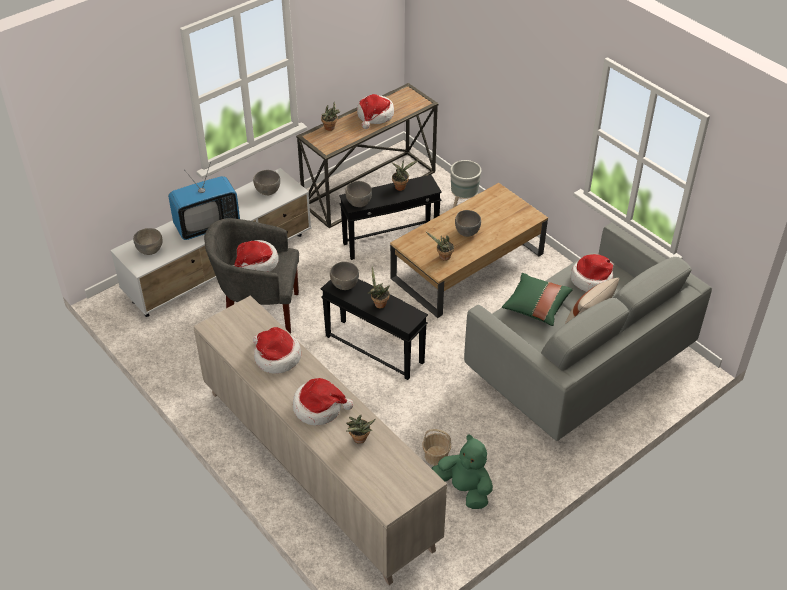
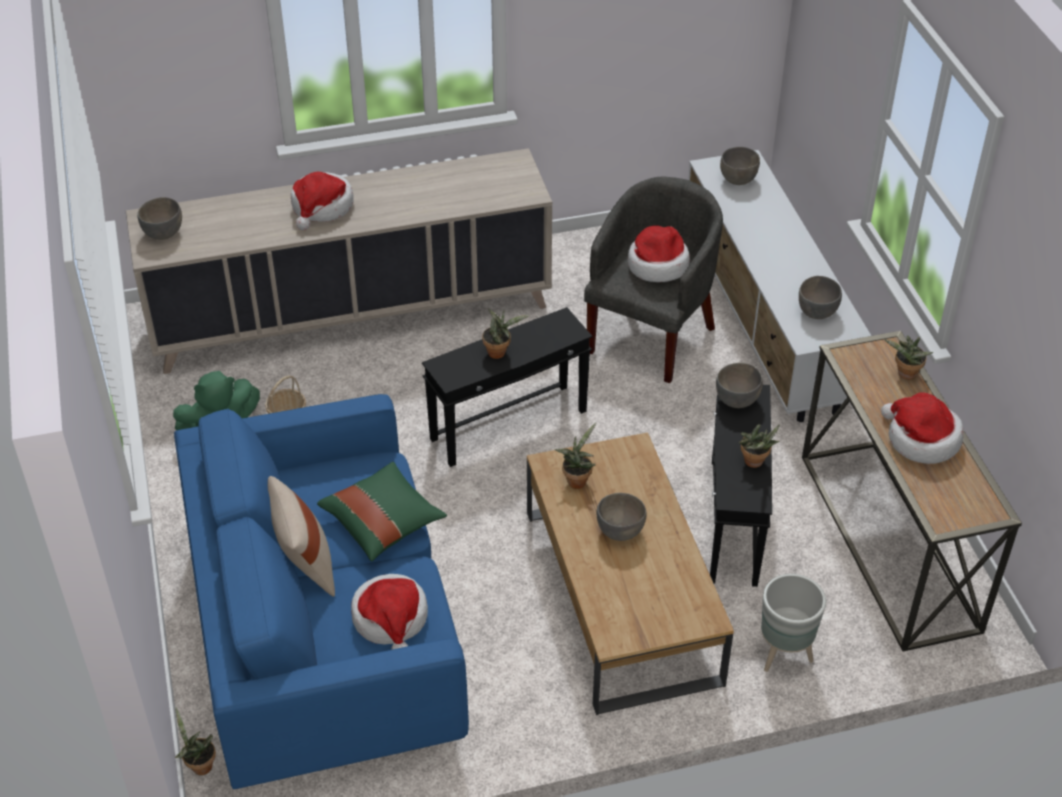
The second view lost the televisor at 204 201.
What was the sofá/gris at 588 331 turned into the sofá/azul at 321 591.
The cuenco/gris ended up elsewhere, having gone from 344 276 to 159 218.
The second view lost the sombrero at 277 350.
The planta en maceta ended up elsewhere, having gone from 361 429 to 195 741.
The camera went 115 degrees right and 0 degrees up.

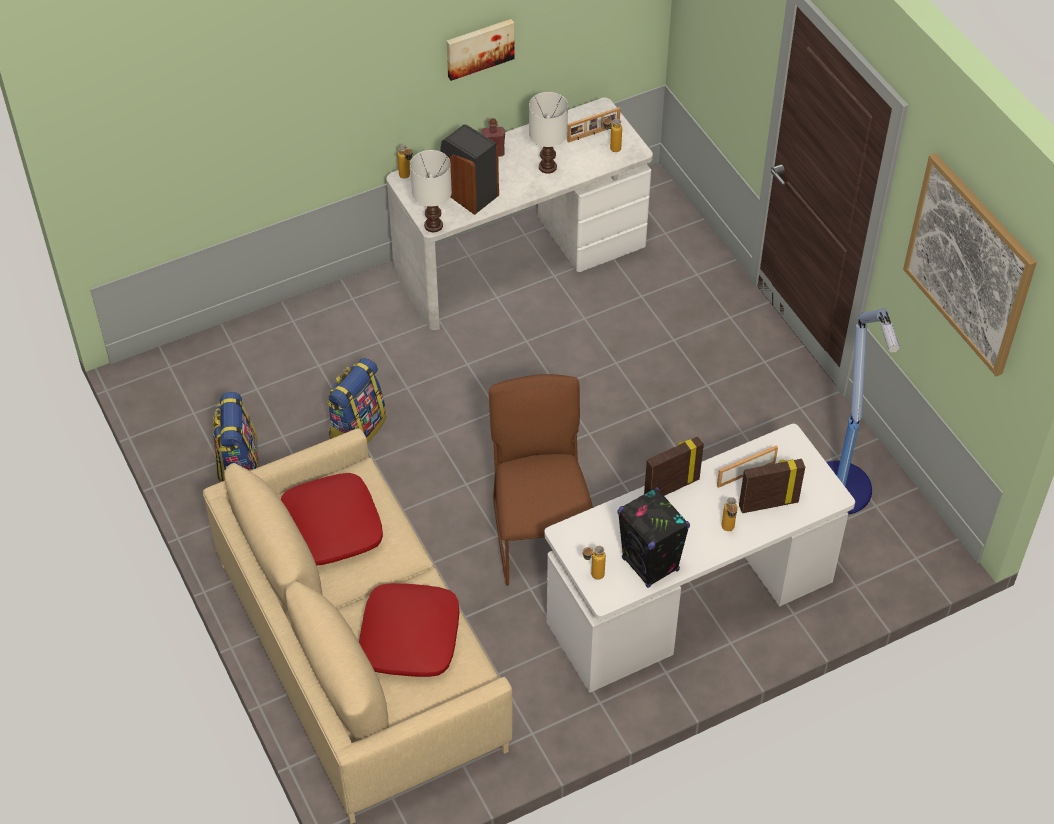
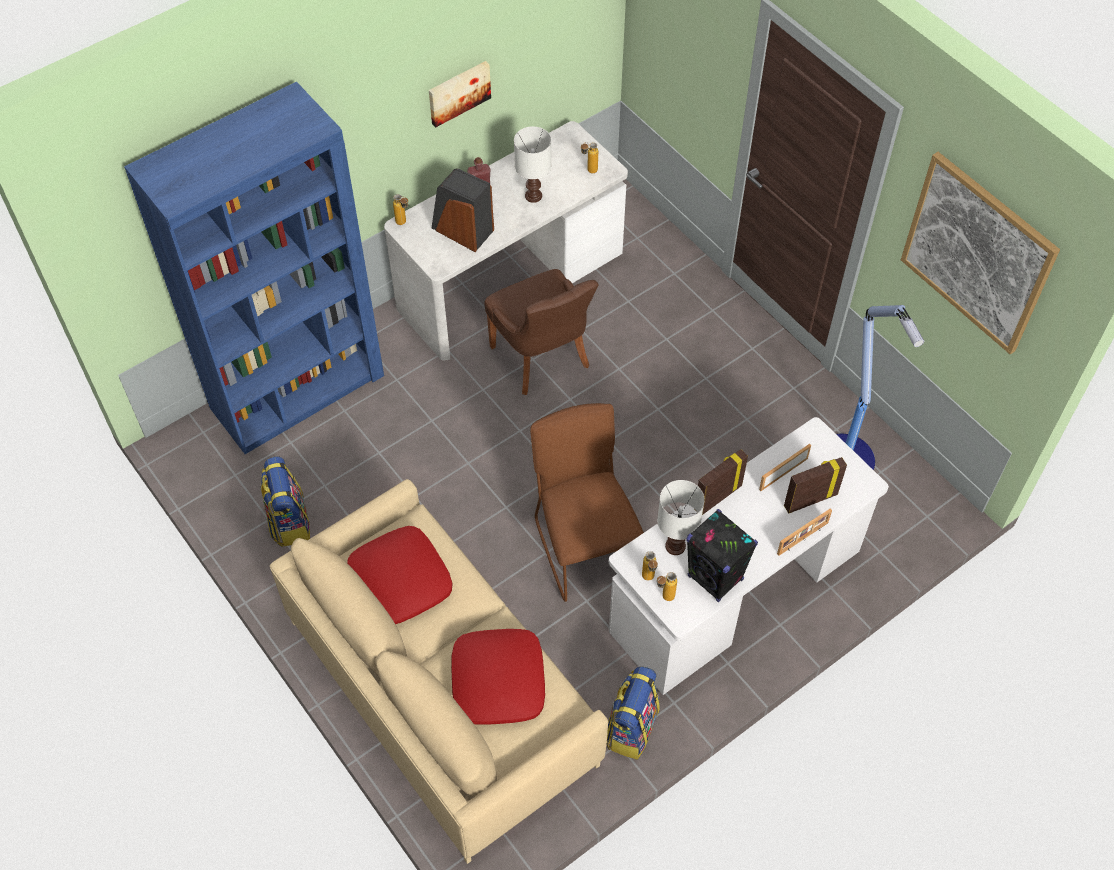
The portarretratos ended up elsewhere, having gone from 593 125 to 804 532.
The lámpara de mesa/blanco ended up elsewhere, having gone from 431 191 to 680 517.
The mochila ended up elsewhere, having gone from 356 401 to 633 713.
The botella ended up elsewhere, having gone from 729 514 to 650 566.
The second view gained the estantería/azul at 254 268.
The second view gained the silla/marrón at 541 332.
The camera went 10 degrees left and 5 degrees up.

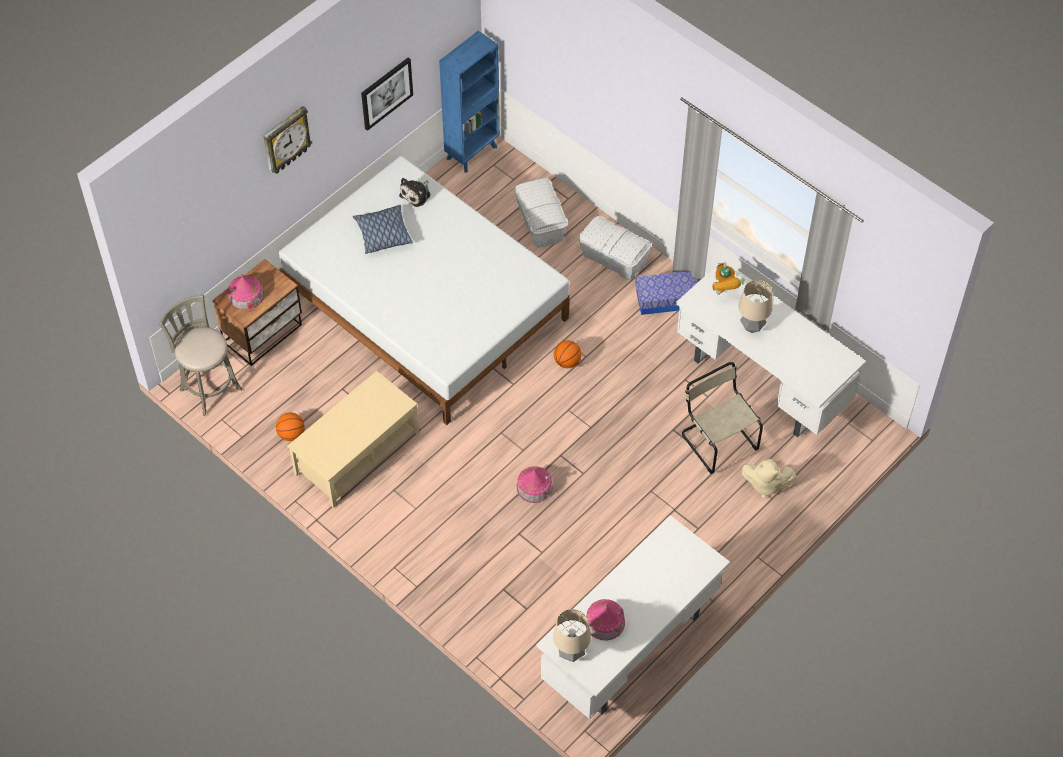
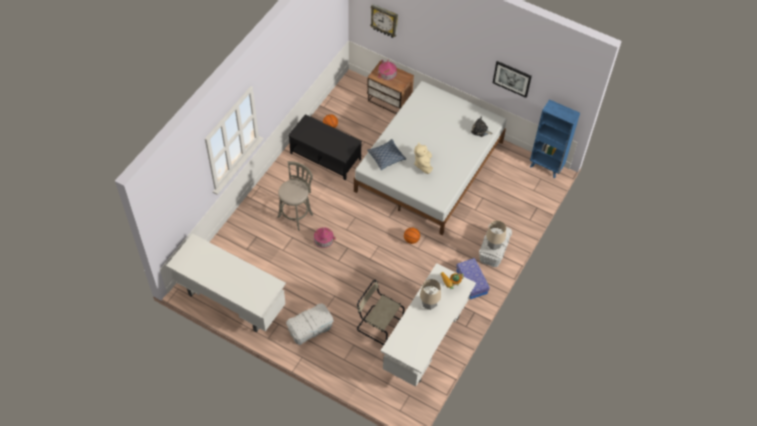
The reloj de pared ended up elsewhere, having gone from 287 140 to 384 21.
The caja de almacenaje/blanco ended up elsewhere, having gone from 541 212 to 310 324.
The cojín ended up elsewhere, having gone from 383 229 to 386 154.
The taburete/gris ended up elsewhere, having gone from 200 355 to 295 196.
The silla/beis at 722 418 ended up facing another way, 105 degrees counterclockwise from before.
What was the mesa de centro/beis at 353 439 turned into the mesa de centro/negro at 325 147.
The peluche/beis ended up elsewhere, having gone from 769 478 to 423 158.
The second view lost the casita at 605 619.
The lámpara de mesa ended up elsewhere, having gone from 572 635 to 496 235.
The camera went 75 degrees right and 0 degrees up.

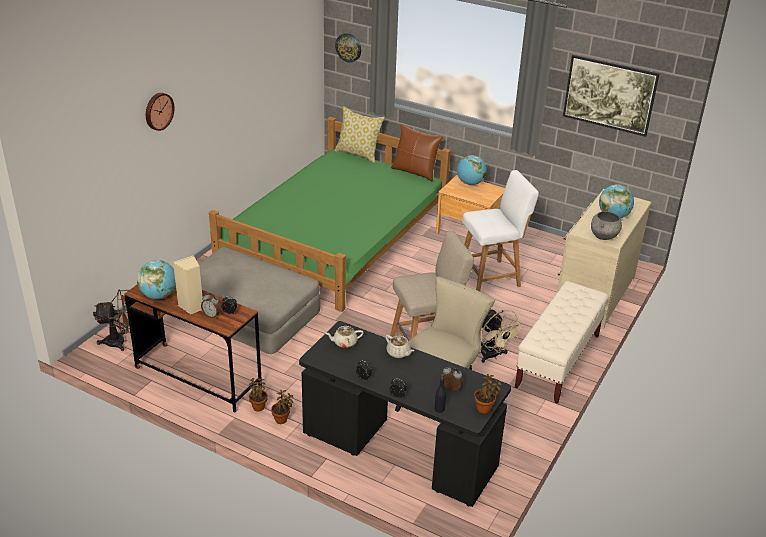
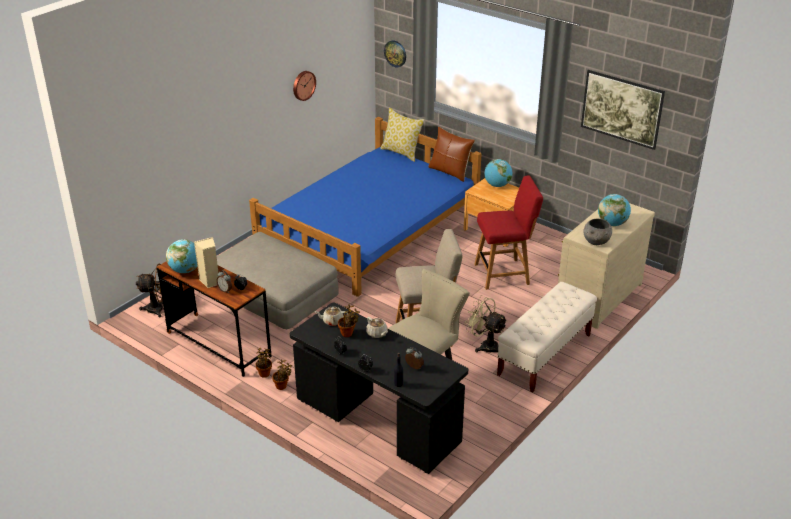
The reloj de pared ended up elsewhere, having gone from 160 112 to 304 86.
What was the cama/verde at 330 214 turned into the cama/azul at 365 207.
What was the silla/blanco at 500 230 turned into the silla/rojo at 508 233.
The ventilador/beis at 502 336 ended up facing another way, 150 degrees clockwise from before.
The planta en maceta ended up elsewhere, having gone from 488 394 to 349 320.
The camera went 10 degrees right and 0 degrees up.

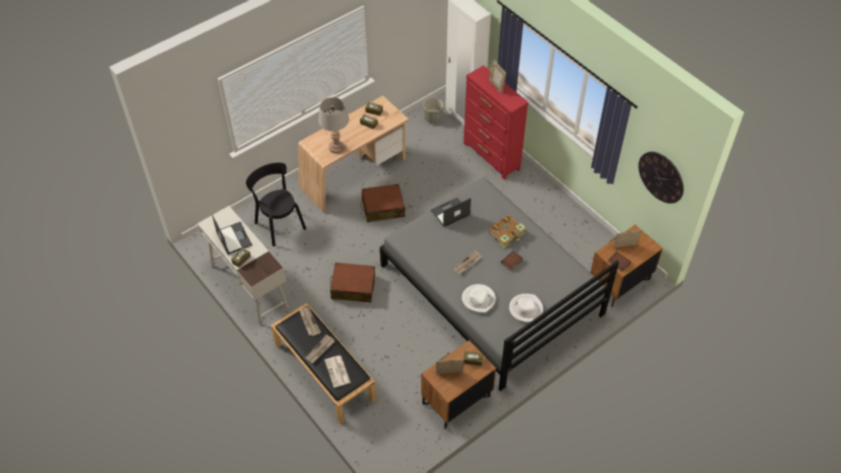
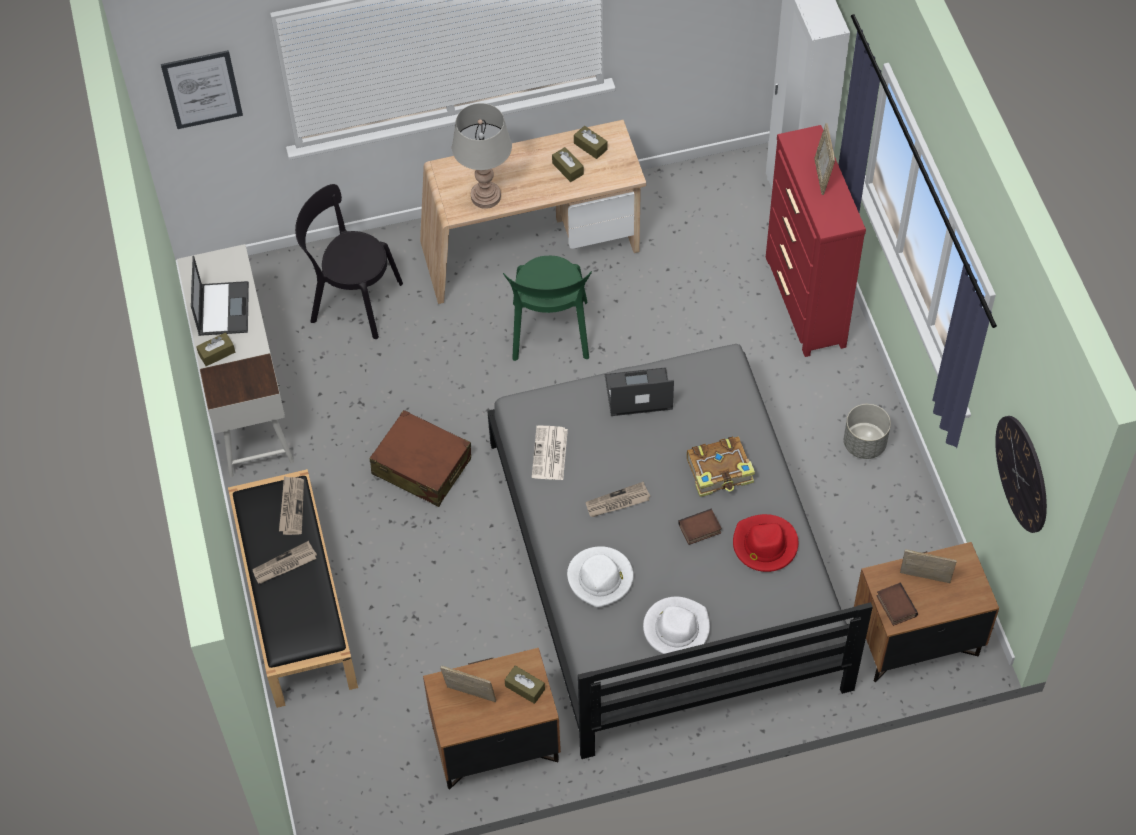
The maceta/gris ended up elsewhere, having gone from 433 110 to 867 431.
The silla/negro at 276 205 ended up facing another way, 60 degrees counterclockwise from before.
Where the maleta/marrón stood at 382 203, the silla/verde came to stand at 547 308.
The periódico ended up elsewhere, having gone from 338 371 to 550 452.
The second view gained the cuadro at 202 89.
The second view gained the sombrero/rojo at 765 543.
The camera went 25 degrees right and 5 degrees up.

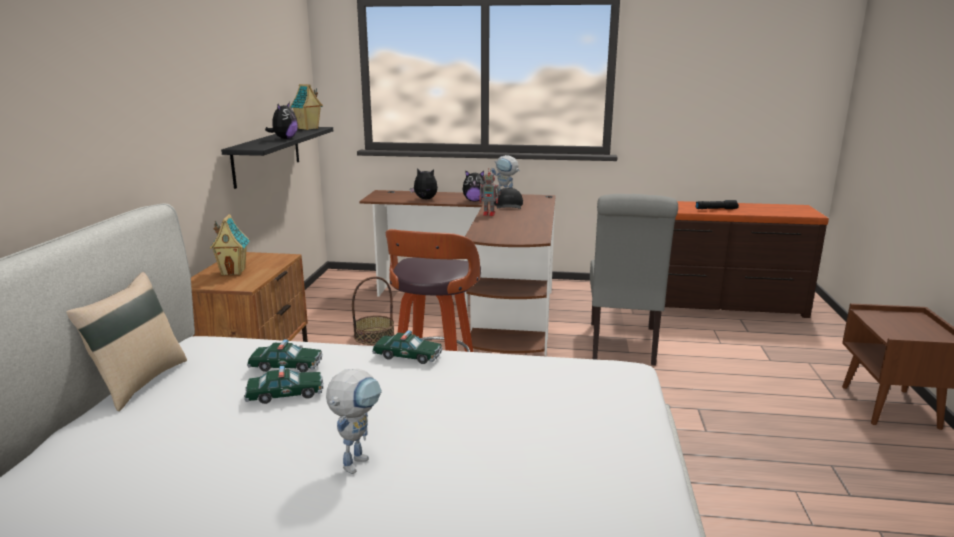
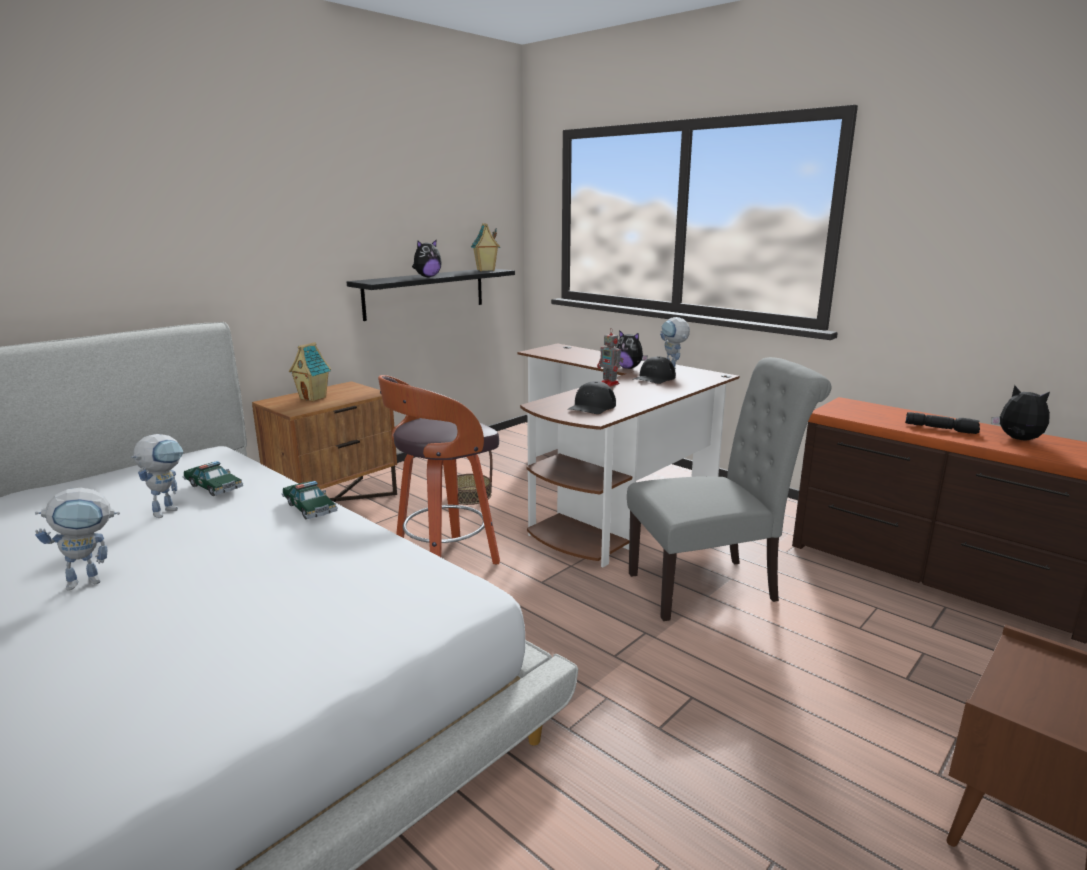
The peluche ended up elsewhere, having gone from 424 183 to 1021 413.
The silla/gris at 634 280 ended up facing another way, 150 degrees counterclockwise from before.
The second view lost the cojín/beis at 126 341.
Where the coche de juguete stood at 283 385, the robot de juguete came to stand at 157 476.
The second view gained the gorra/negro at 591 397.
The camera went 35 degrees right and 0 degrees up.

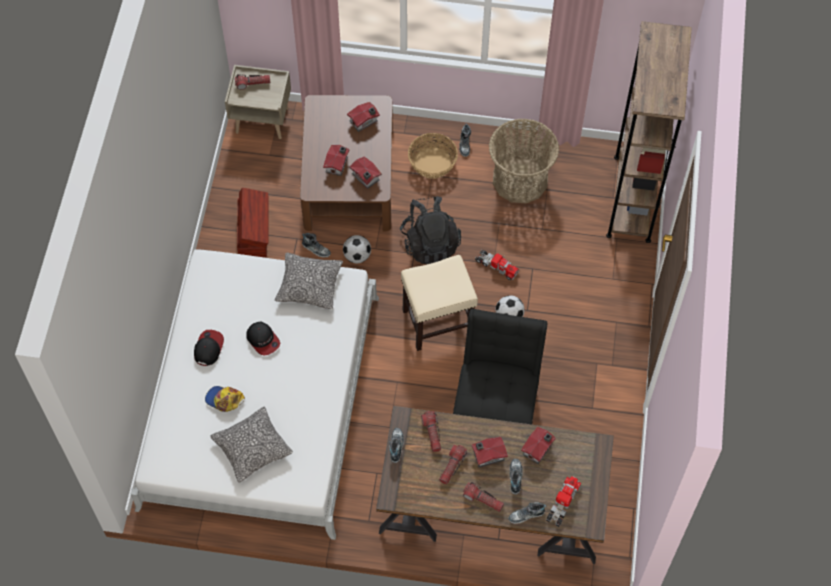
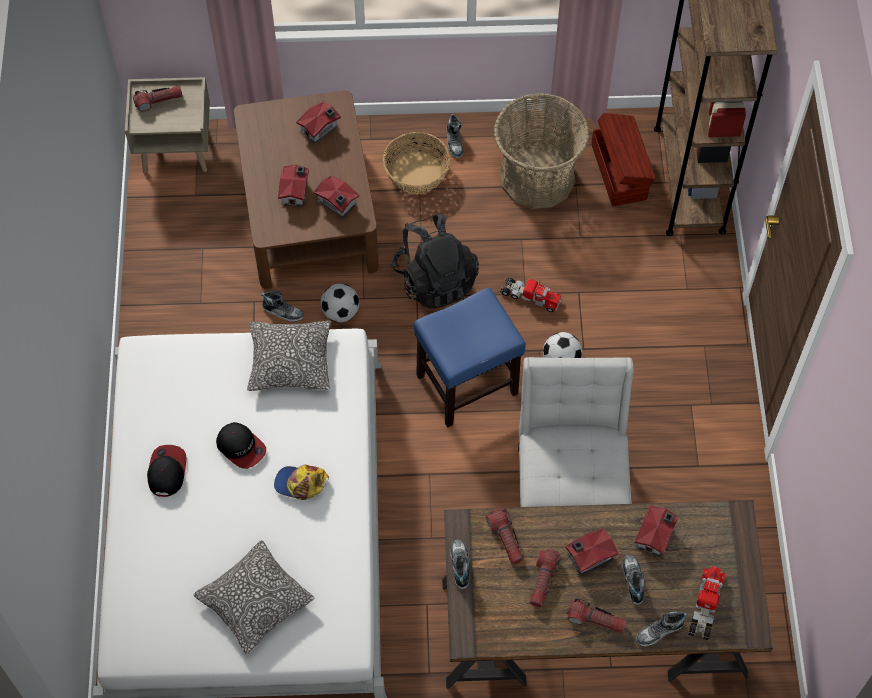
The caja de almacenaje/marrón ended up elsewhere, having gone from 252 222 to 623 159.
What was the taburete/beis at 439 303 turned into the taburete/azul at 470 357.
What was the silla/negro at 500 366 turned into the silla/blanco at 576 432.
The gorra ended up elsewhere, having gone from 225 399 to 301 482.
The camera went 10 degrees left and 0 degrees up.

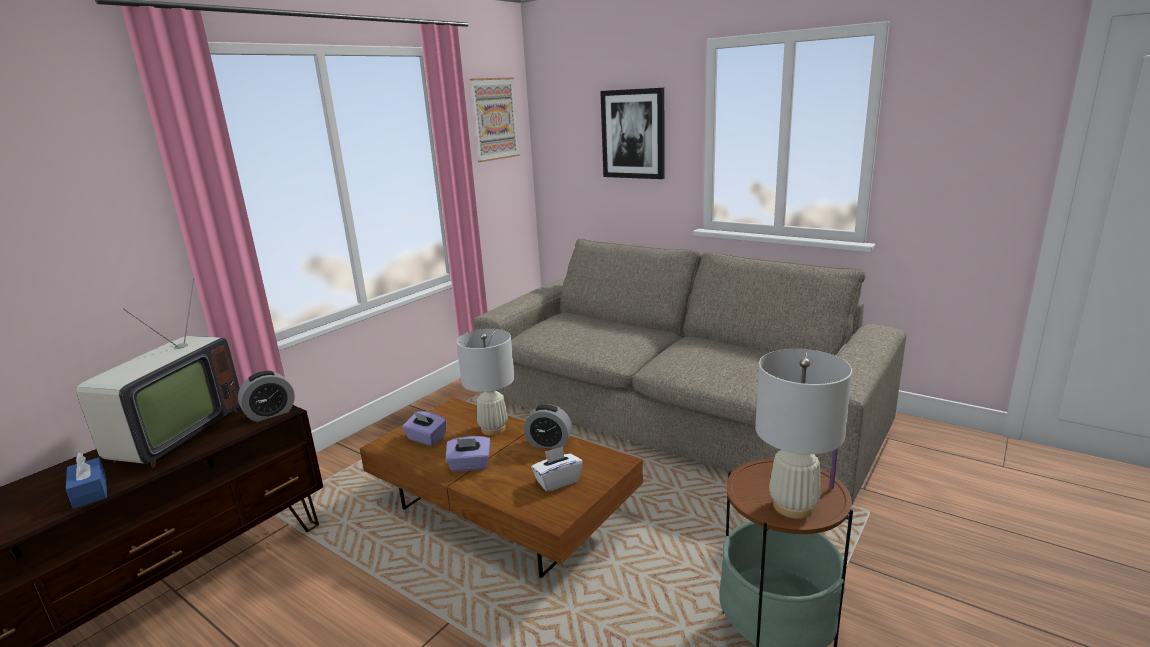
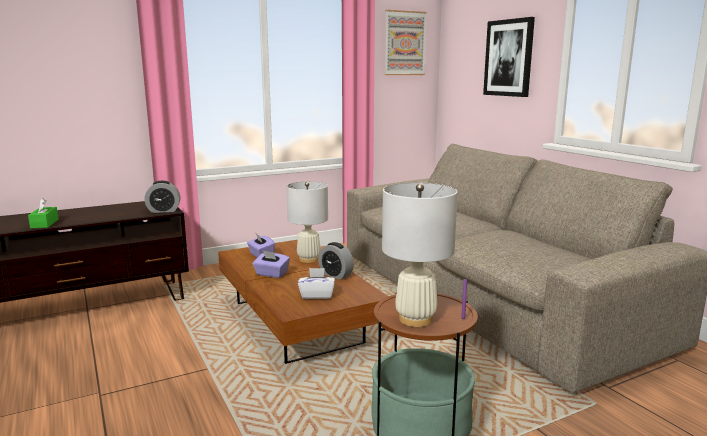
The second view lost the televisor at 158 372.
What was the caja de pañuelos/azul at 86 481 turned into the caja de pañuelos/verde at 43 213.
The camera went 25 degrees right and 5 degrees down.

